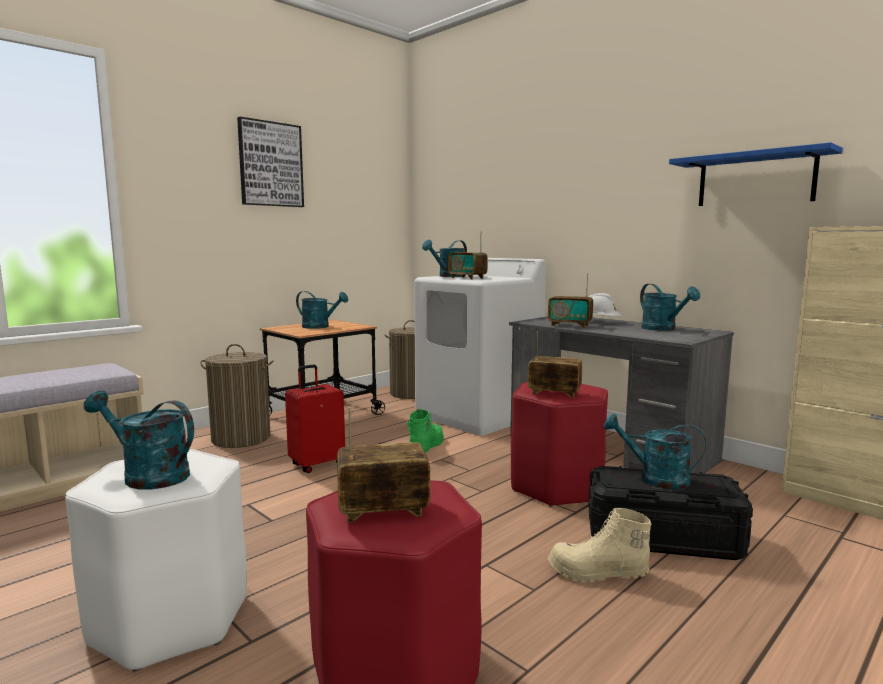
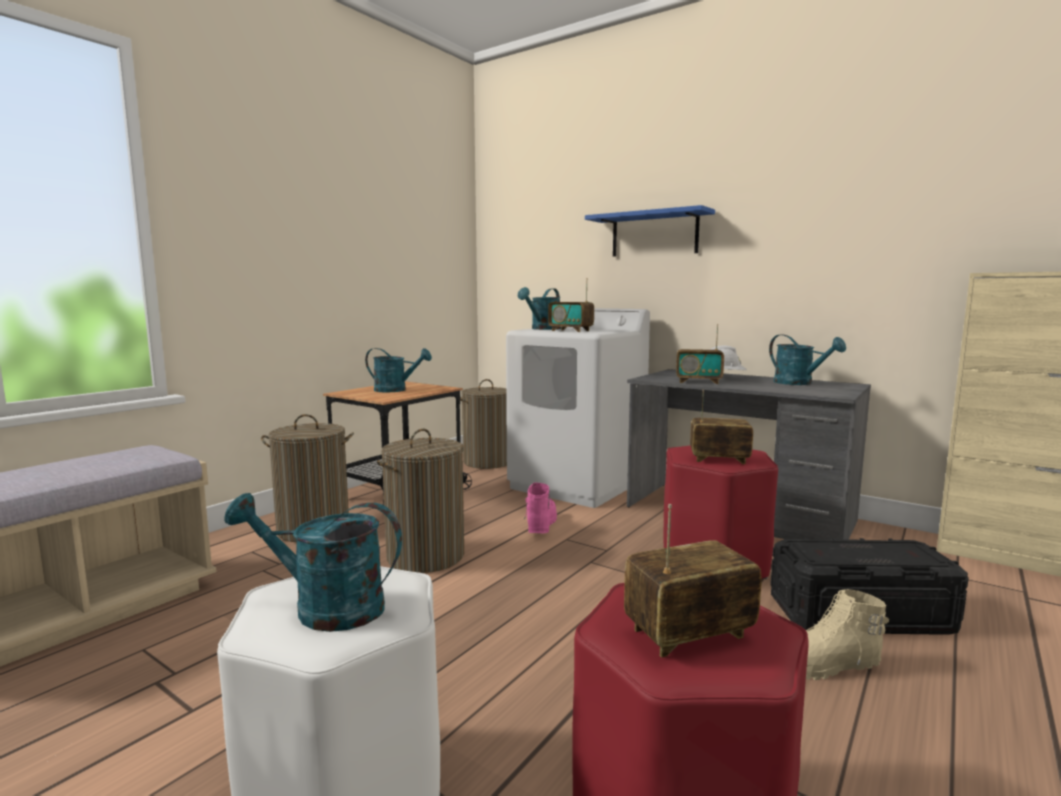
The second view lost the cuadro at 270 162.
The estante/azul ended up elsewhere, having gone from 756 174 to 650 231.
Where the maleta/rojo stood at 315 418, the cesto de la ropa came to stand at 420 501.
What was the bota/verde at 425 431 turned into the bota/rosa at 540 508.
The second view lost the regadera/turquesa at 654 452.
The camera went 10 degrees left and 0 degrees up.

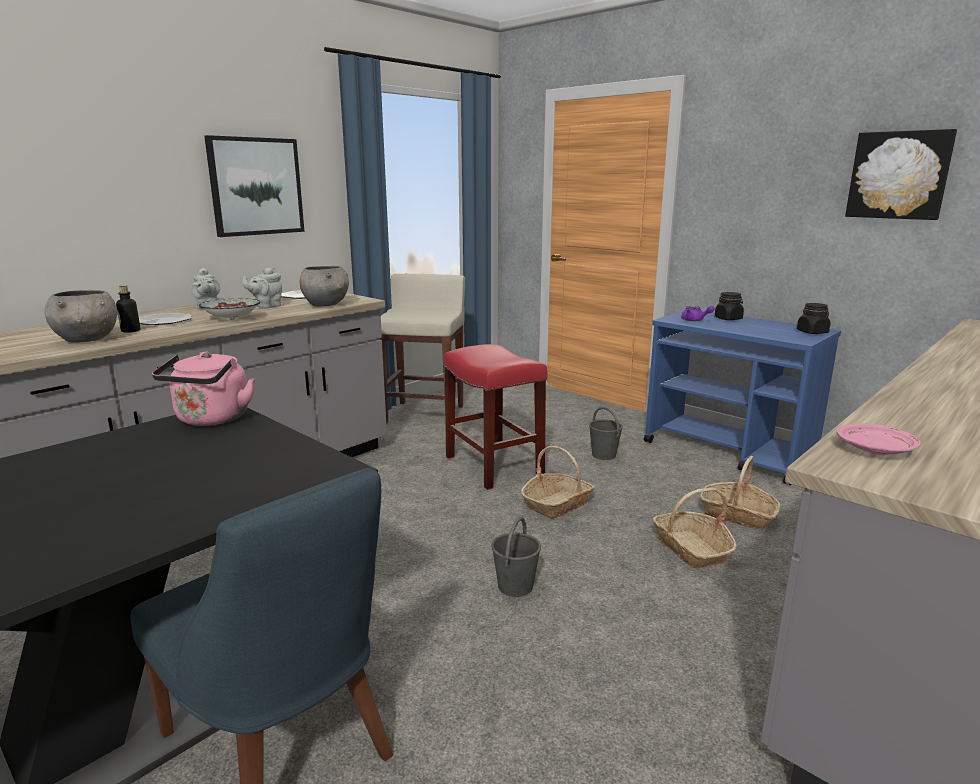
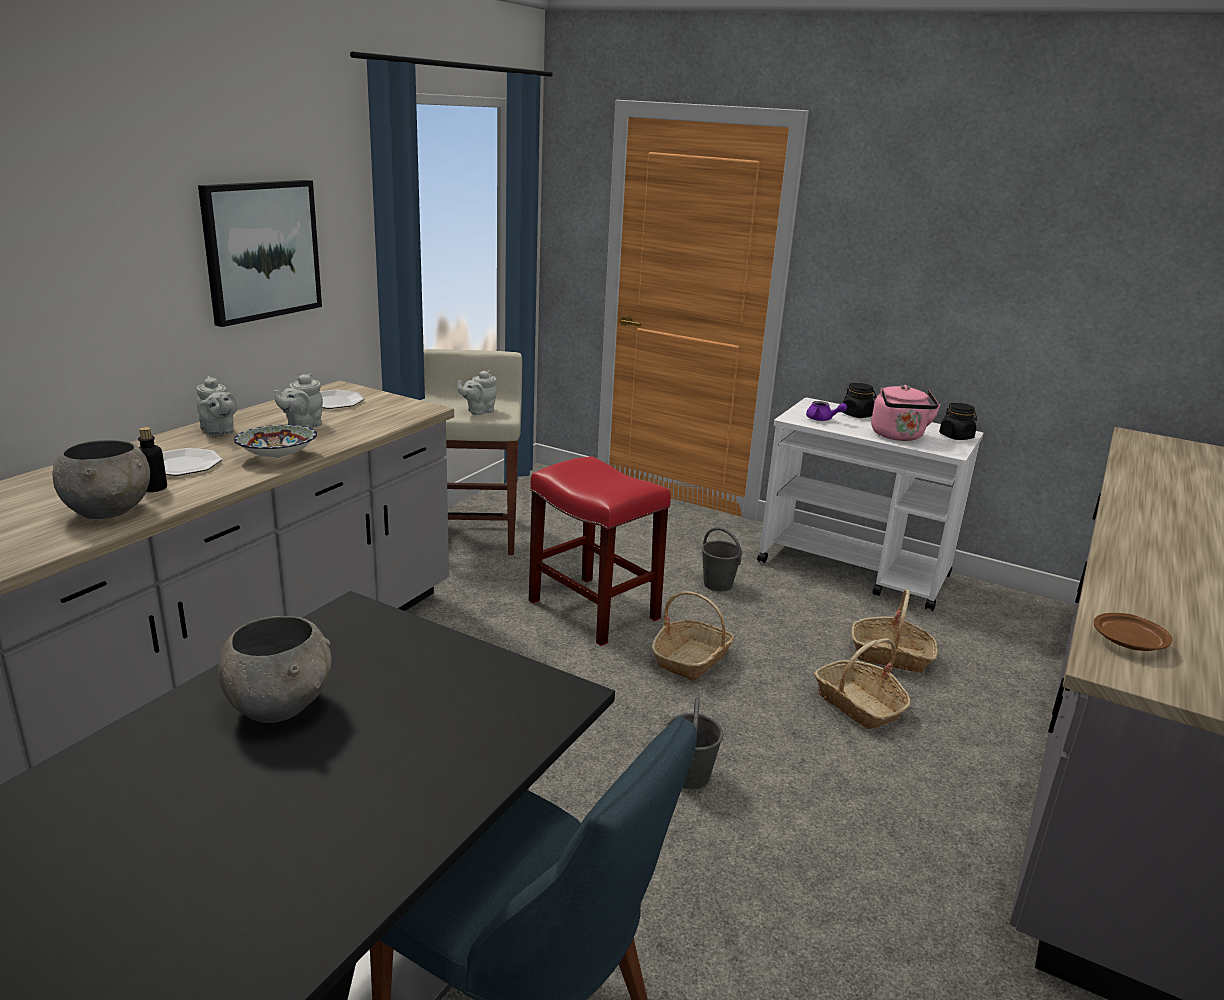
The second view lost the cuadro at 901 174.
The cuenco/gris ended up elsewhere, having gone from 324 286 to 275 669.
What was the carrito/azul at 742 398 turned into the carrito/blanco at 870 504.
The hervidor/rosa ended up elsewhere, having gone from 203 389 to 906 413.
What was the plato/rosa at 879 439 turned into the plato/marrón at 1133 632.
The second view gained the tetera/gris at 477 392.
The camera went 15 degrees left and 5 degrees up.

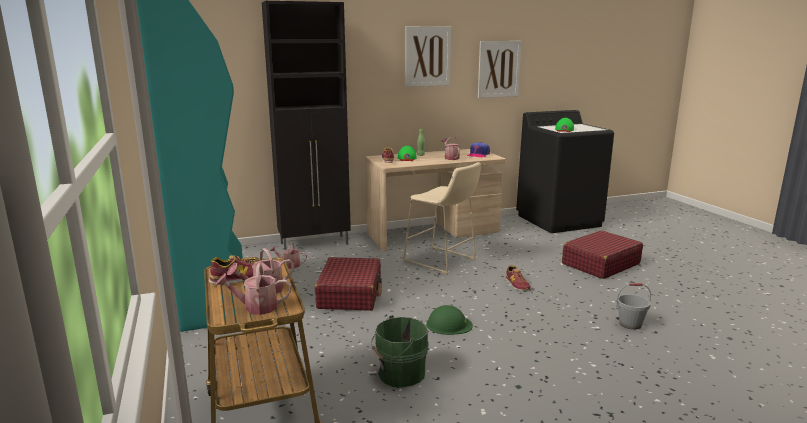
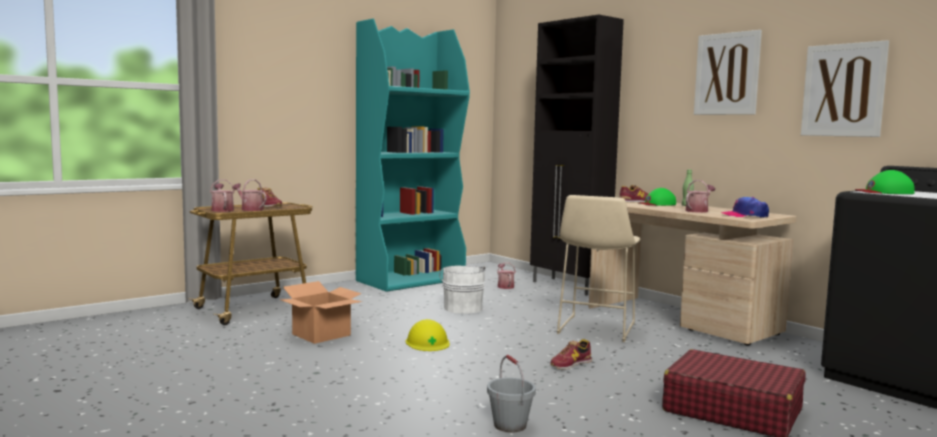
Where the maleta/rojo stood at 348 284, the cubo/blanco came to stand at 462 289.
What was the casco/verde at 449 320 turned into the casco/amarillo at 427 335.
Where the cubo/verde stood at 400 351, the caja de cartón came to stand at 320 312.
The camera went 70 degrees right and 10 degrees down.

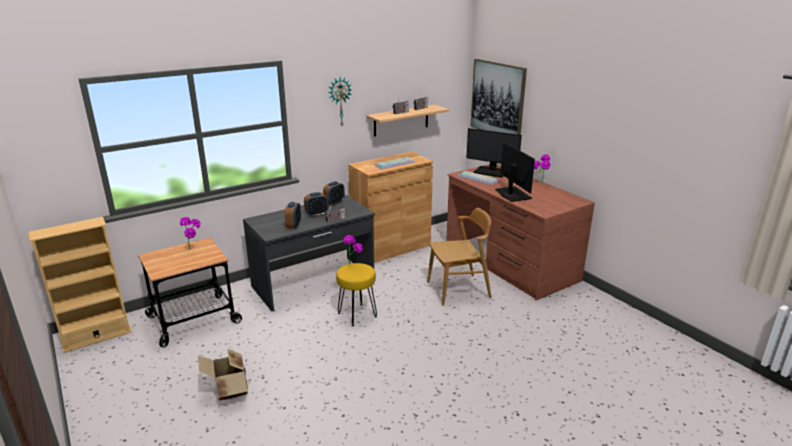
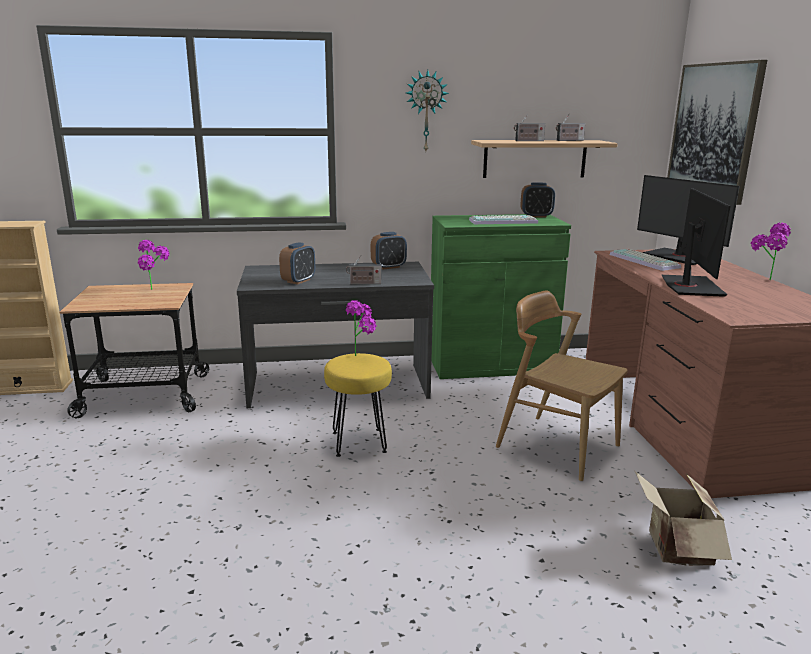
What was the armario/marrón at 390 207 turned into the armario/verde at 501 296.
The despertador ended up elsewhere, having gone from 316 204 to 537 200.
The silla/marrón at 459 257 ended up facing another way, 150 degrees counterclockwise from before.
The caja de cartón ended up elsewhere, having gone from 223 374 to 683 518.
The camera went 25 degrees right and 5 degrees down.

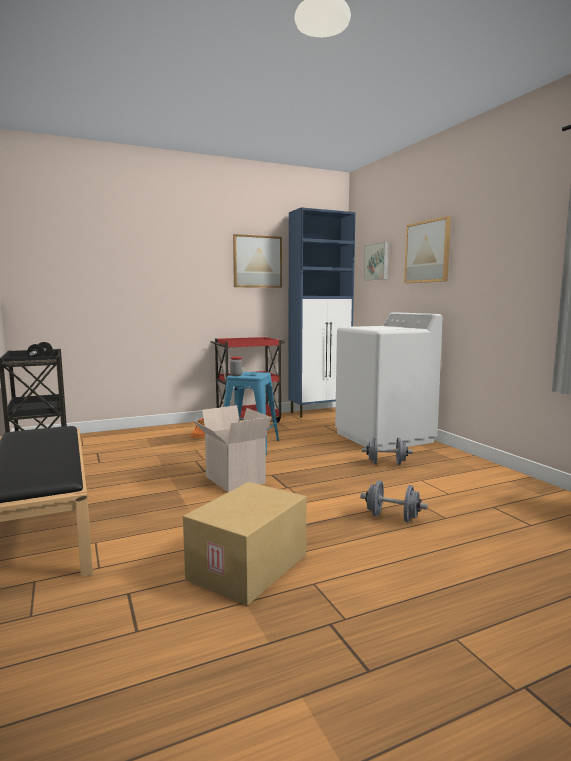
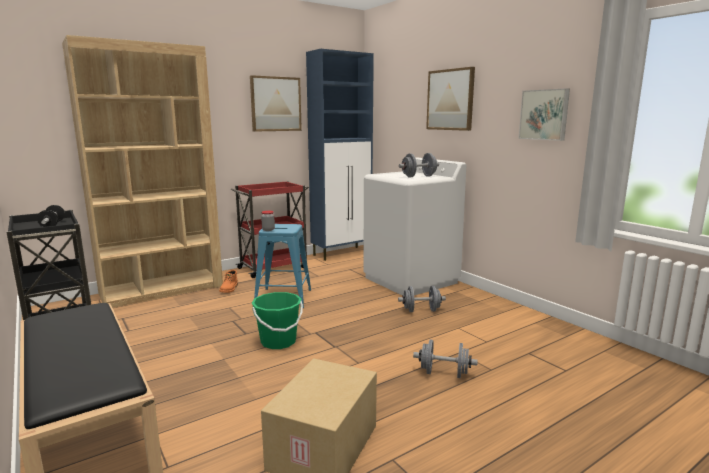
The cuadro ended up elsewhere, having gone from 376 261 to 544 114.
Where the caja de cartón stood at 231 448, the cubo/verde came to stand at 277 320.
The second view gained the estantería/marrón at 142 171.
The second view gained the mancuerna/gris at 419 165.
The camera went 10 degrees left and 5 degrees up.

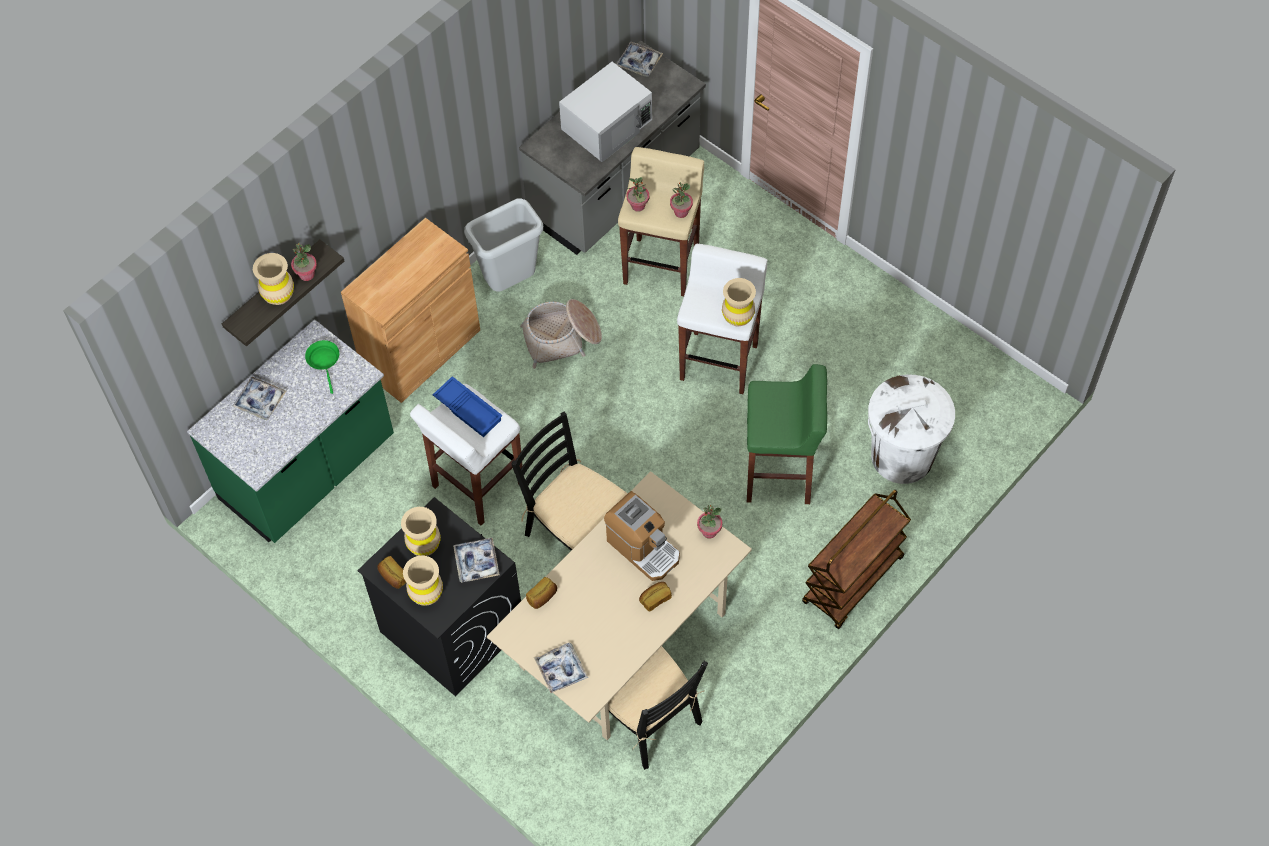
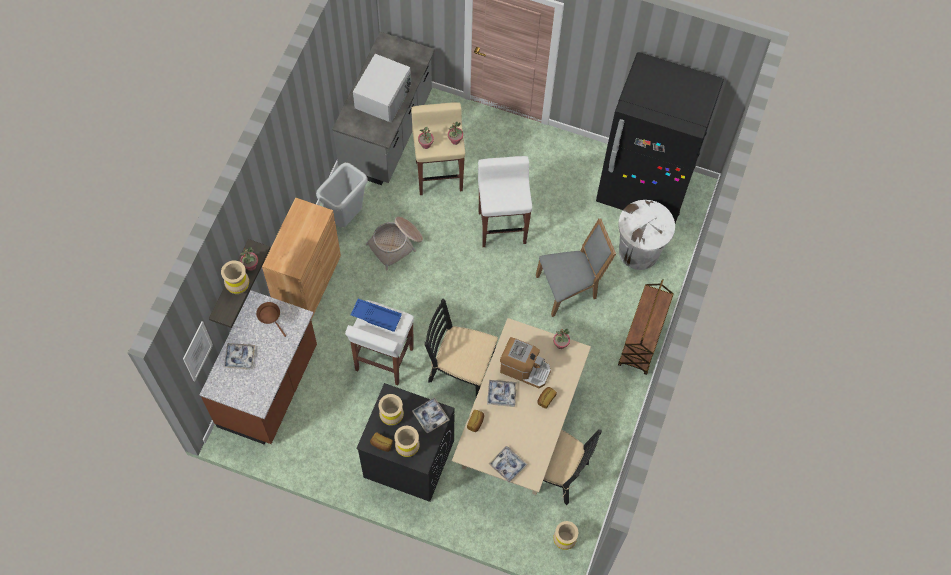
The bandeja ended up elsewhere, having gone from 639 59 to 502 393.
The florero/beis ended up elsewhere, having gone from 739 302 to 565 535.
What was the mueble bajo de cocina/verde at 290 431 turned into the mueble bajo de cocina/marrón at 258 367.
What was the sartén/verde at 322 367 turned into the sartén/marrón at 271 319.
Where the taburete/verde stood at 787 434, the silla/gris came to stand at 576 267.
The second view gained the nevera/negro at 660 137.
The second view gained the cuadro at 198 351.
The camera went 25 degrees left and 5 degrees up.

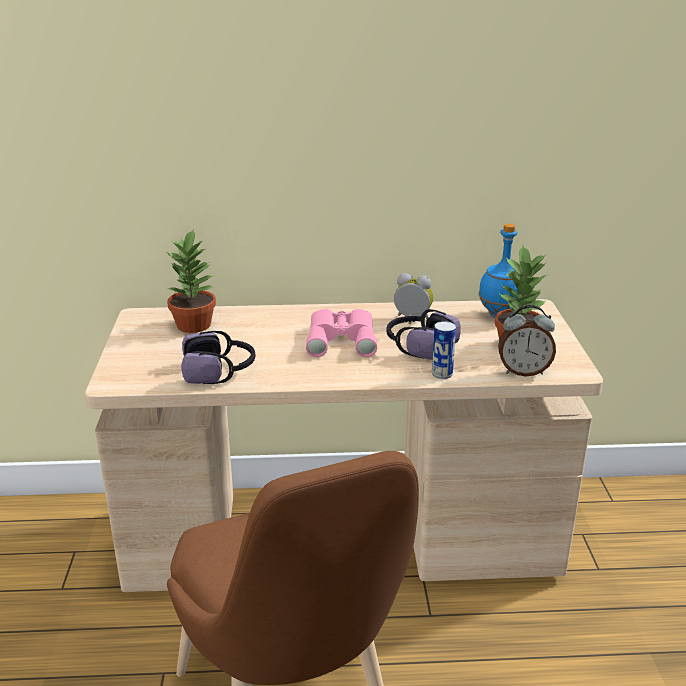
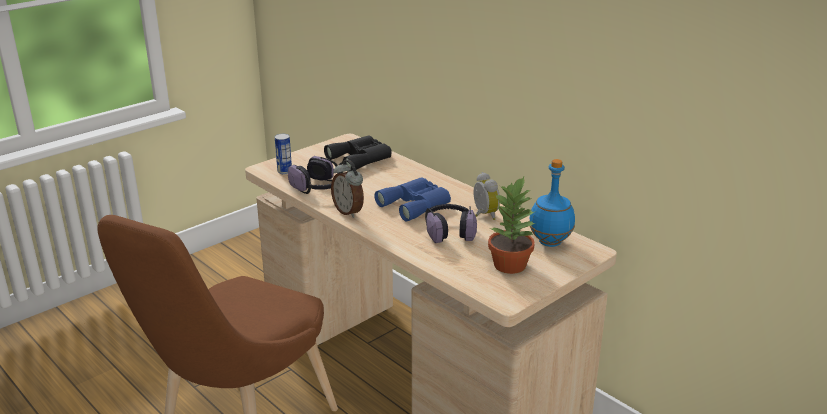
Where the planta en maceta stood at 191 281, the prismáticos/negro came to stand at 358 153.
The despertador ended up elsewhere, having gone from 527 341 to 347 189.
What was the prismáticos/rosa at 341 333 turned into the prismáticos/azul at 412 199.
The lata ended up elsewhere, having gone from 444 350 to 283 154.
The camera went 50 degrees right and 0 degrees up.

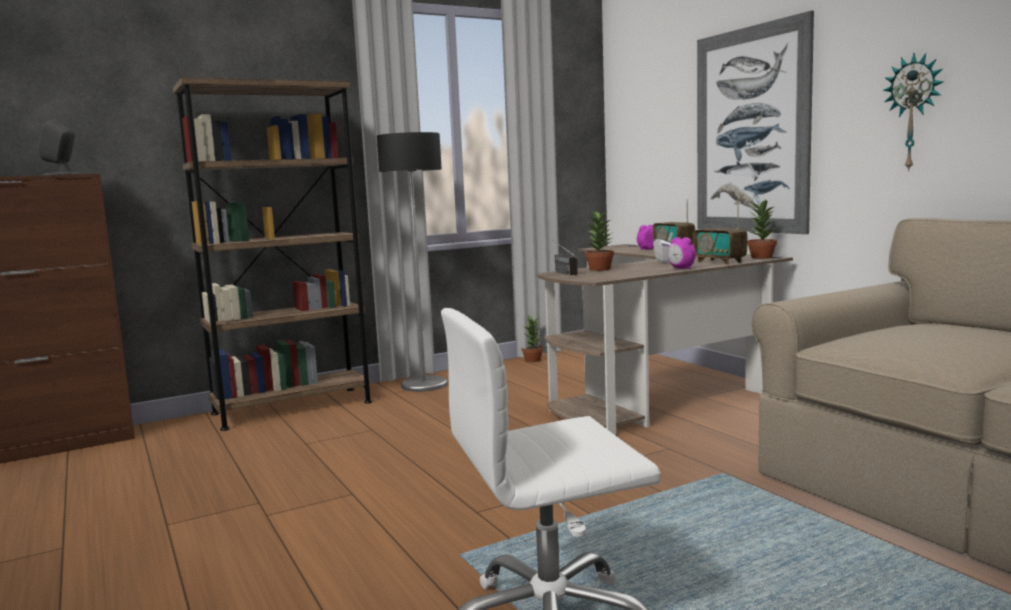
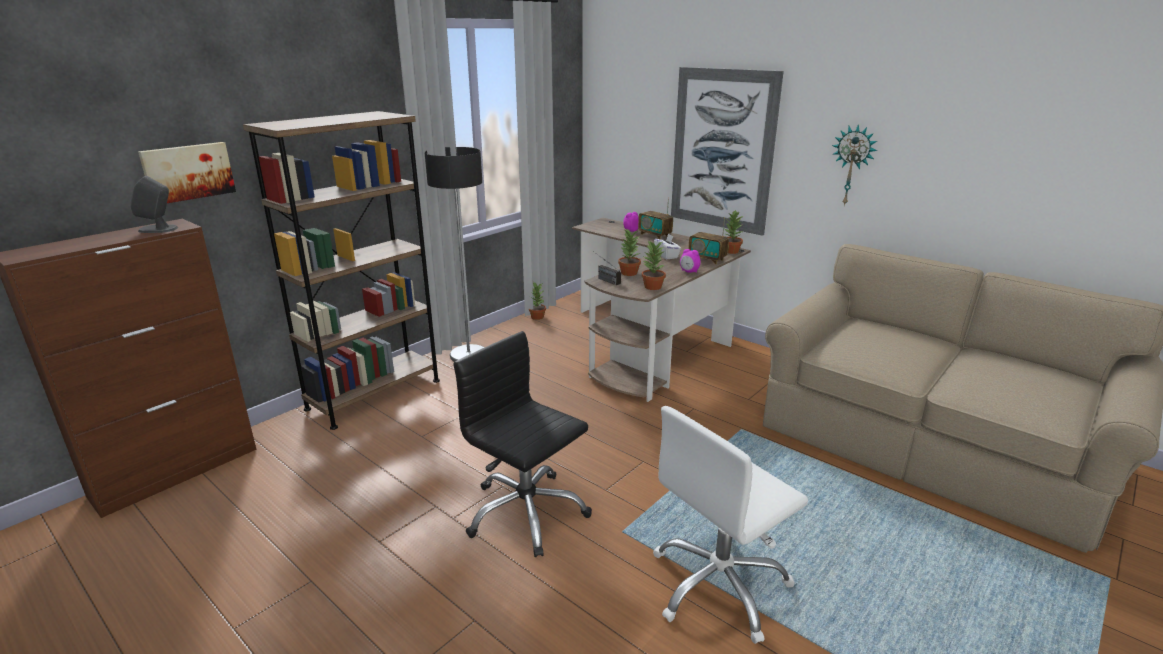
The second view gained the cuadro at 187 172.
The second view gained the planta en maceta at 654 265.
The second view gained the silla de oficina/negro at 523 444.
The camera went 20 degrees left and 15 degrees up.

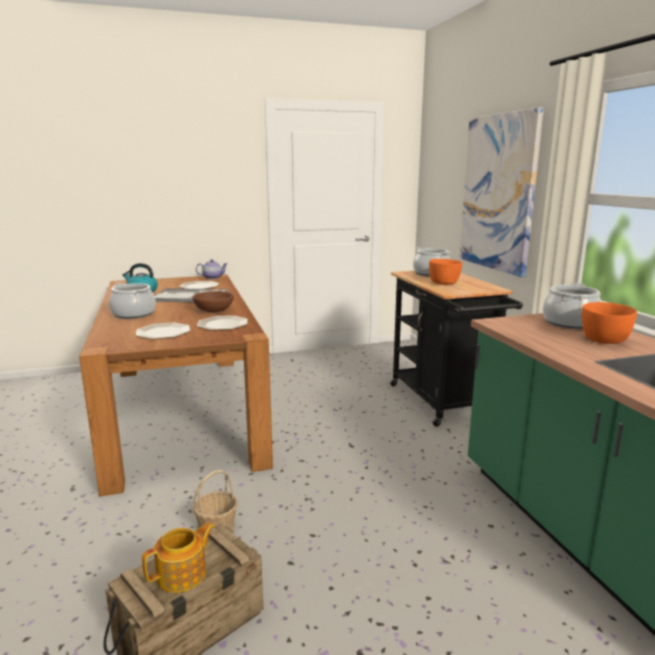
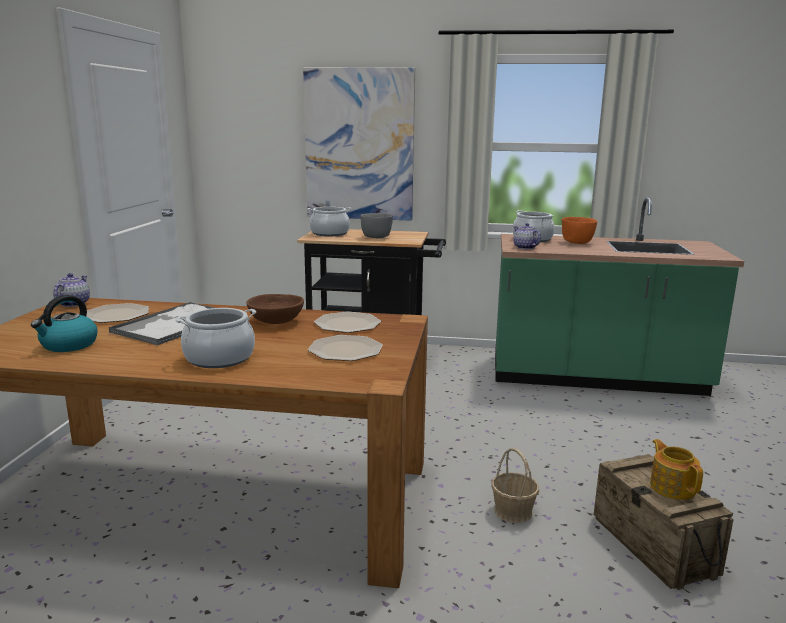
What was the cuenco/naranja at 445 272 turned into the cuenco/gris at 376 225.
The second view gained the tetera at 527 236.
The camera went 65 degrees left and 0 degrees up.

